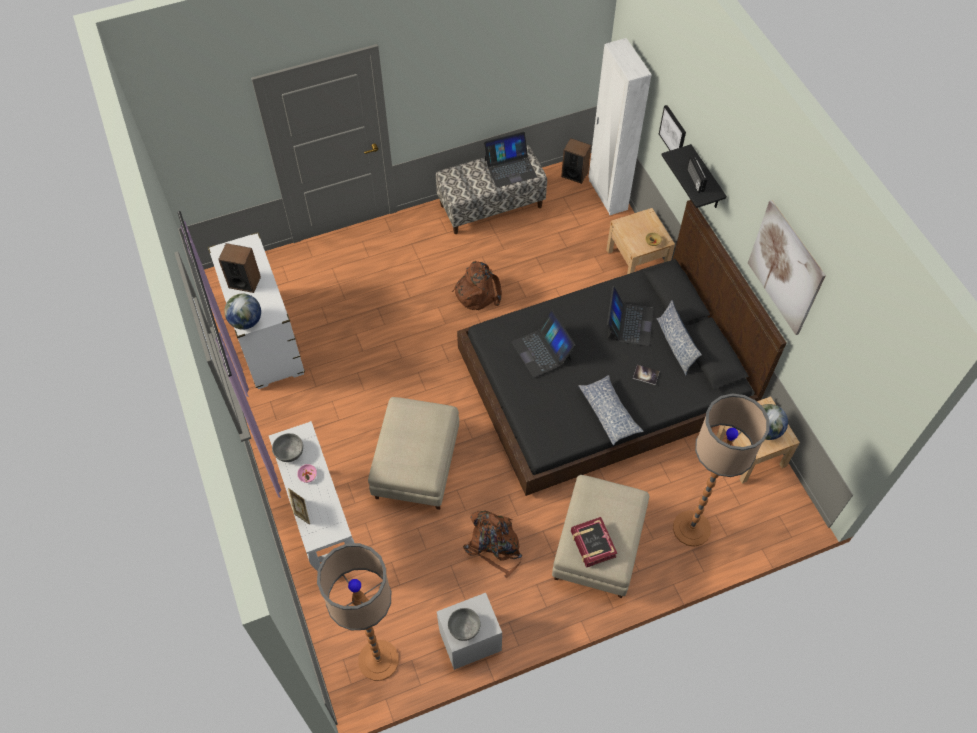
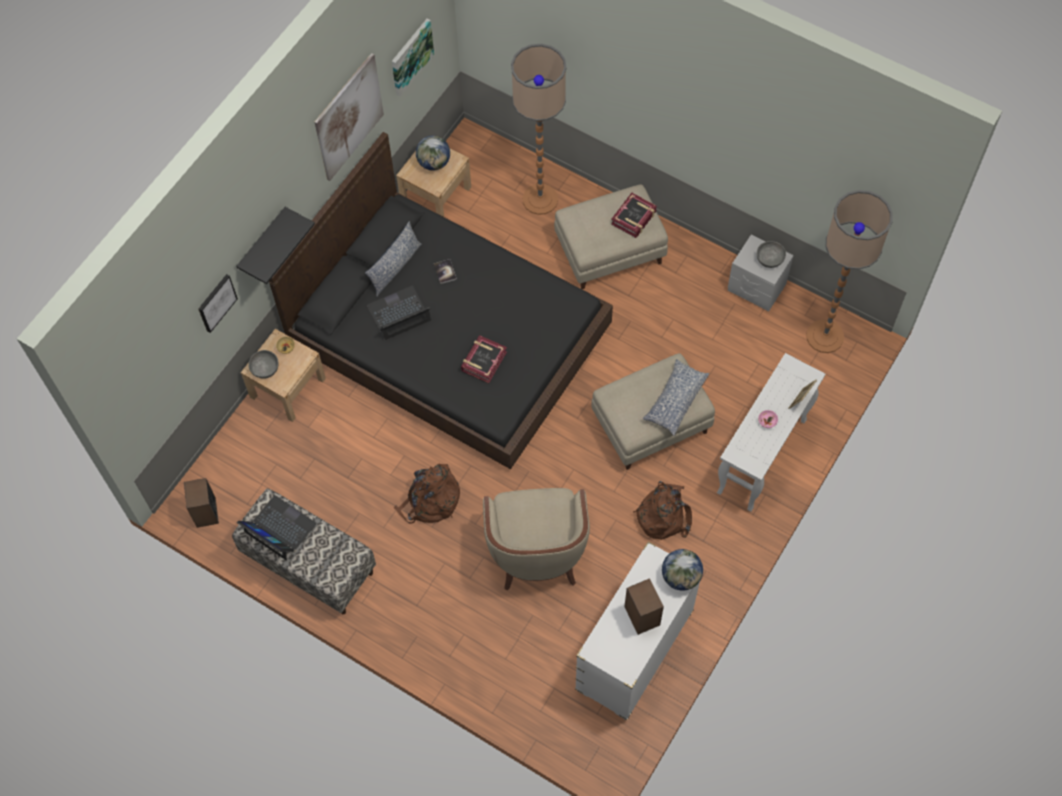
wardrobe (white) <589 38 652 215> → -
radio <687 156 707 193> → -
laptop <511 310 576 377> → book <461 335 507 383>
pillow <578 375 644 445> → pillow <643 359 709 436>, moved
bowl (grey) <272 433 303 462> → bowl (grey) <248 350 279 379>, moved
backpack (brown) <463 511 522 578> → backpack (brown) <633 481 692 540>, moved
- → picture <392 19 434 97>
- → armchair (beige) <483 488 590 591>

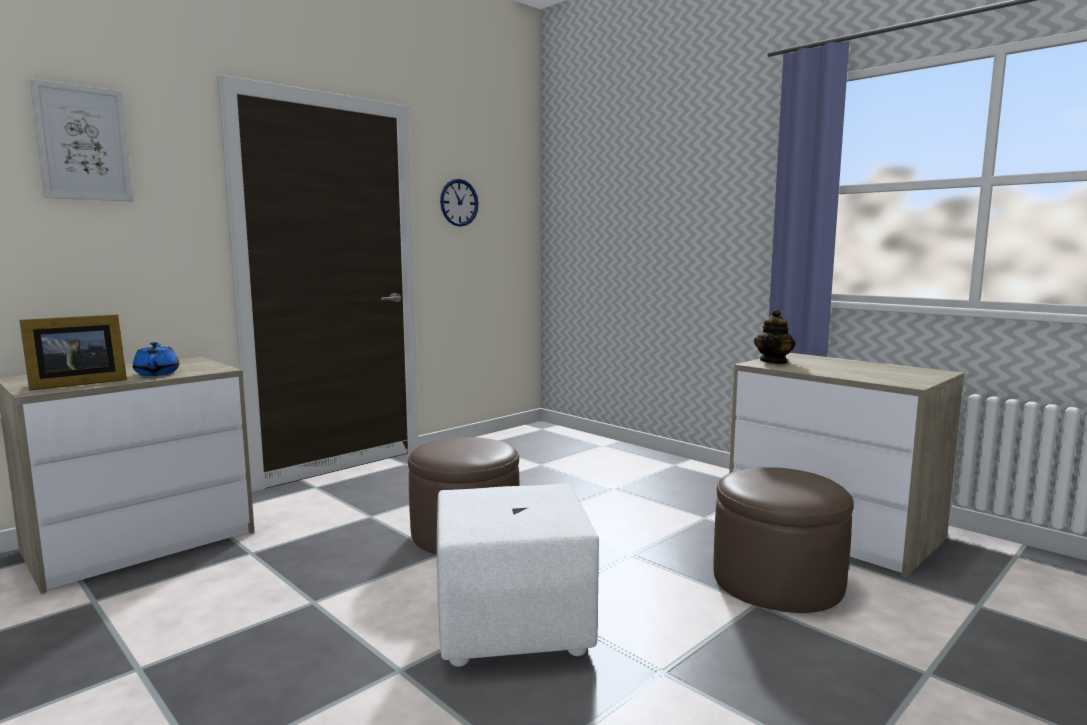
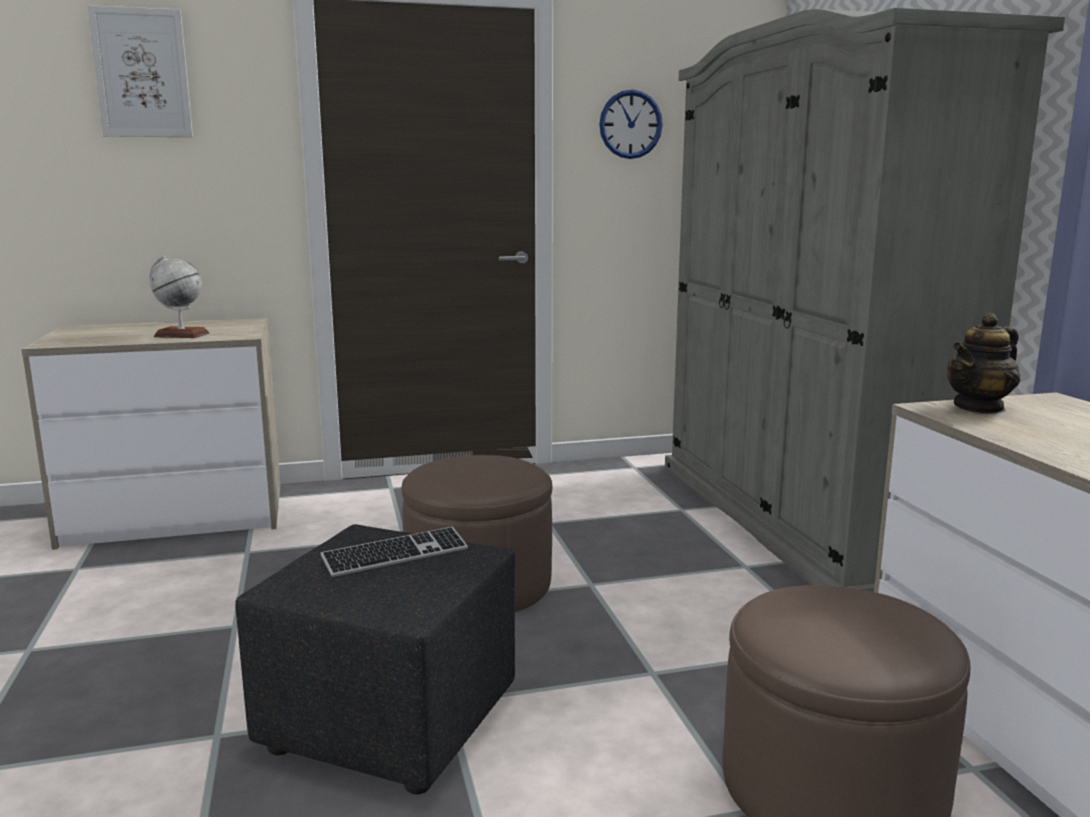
picture frame <19 314 127 391> → -
teapot (blue) <133 342 179 376> → globe <149 256 209 338>
ottoman (white) <437 483 599 667> → ottoman (black) <235 524 515 794>
- → wardrobe (grey) <665 8 1065 592>
- → keyboard <320 527 468 577>

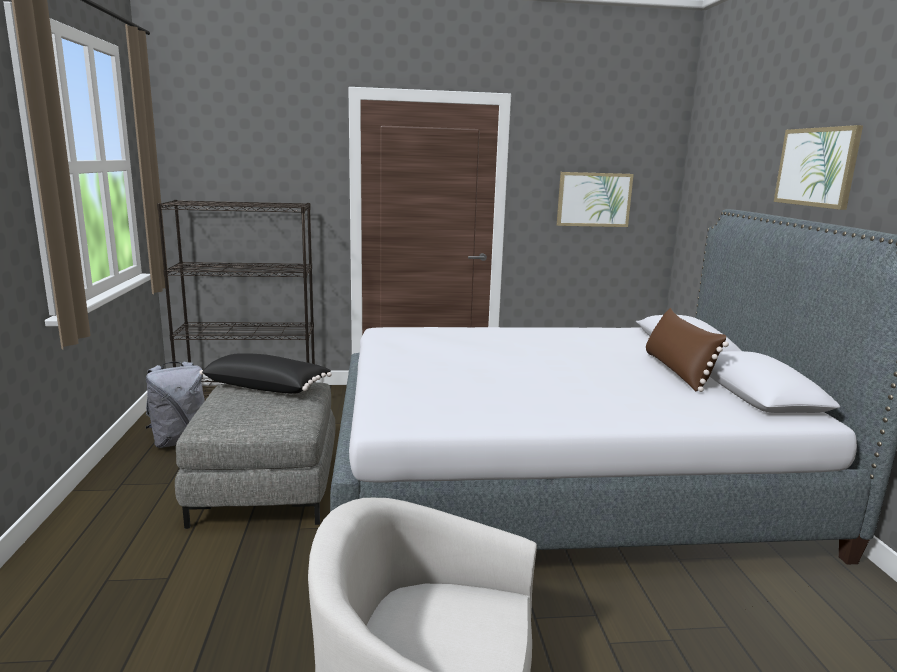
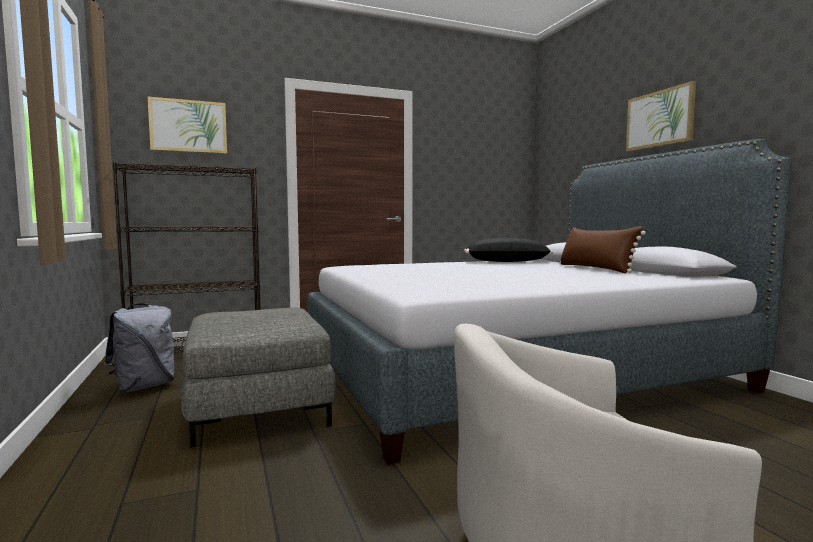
picture <557 172 634 227> → picture <148 97 227 154>, moved
pillow (black) <199 353 332 394> → pillow (black) <464 238 553 262>, moved

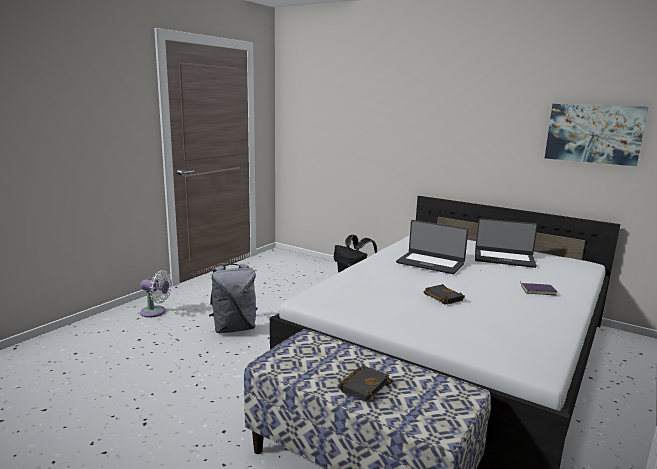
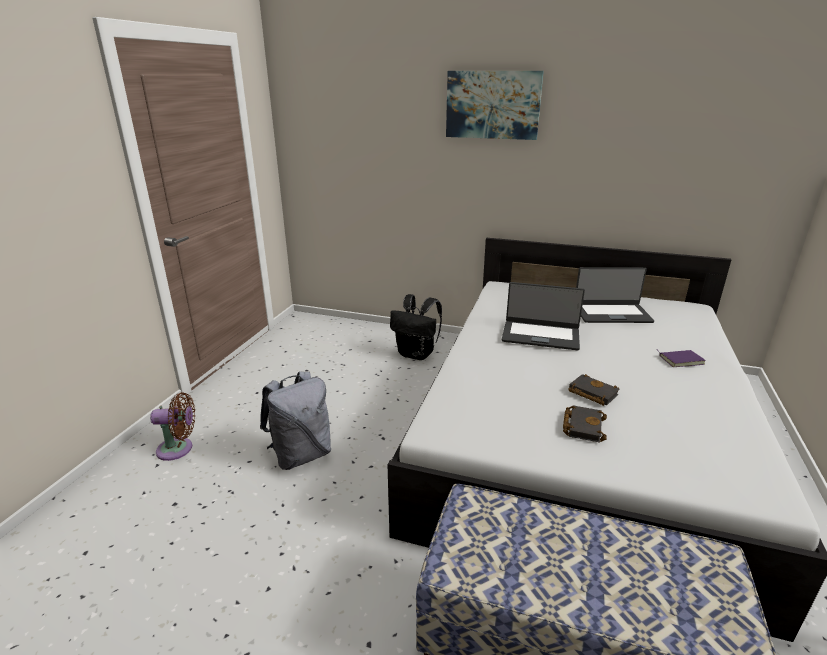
picture <545 104 649 166> → picture <446 71 544 140>, moved
fan (white) <140 270 172 318> → fan (brown) <150 392 195 461>
book (black) <338 366 393 402> → book (black) <563 405 607 443>, moved

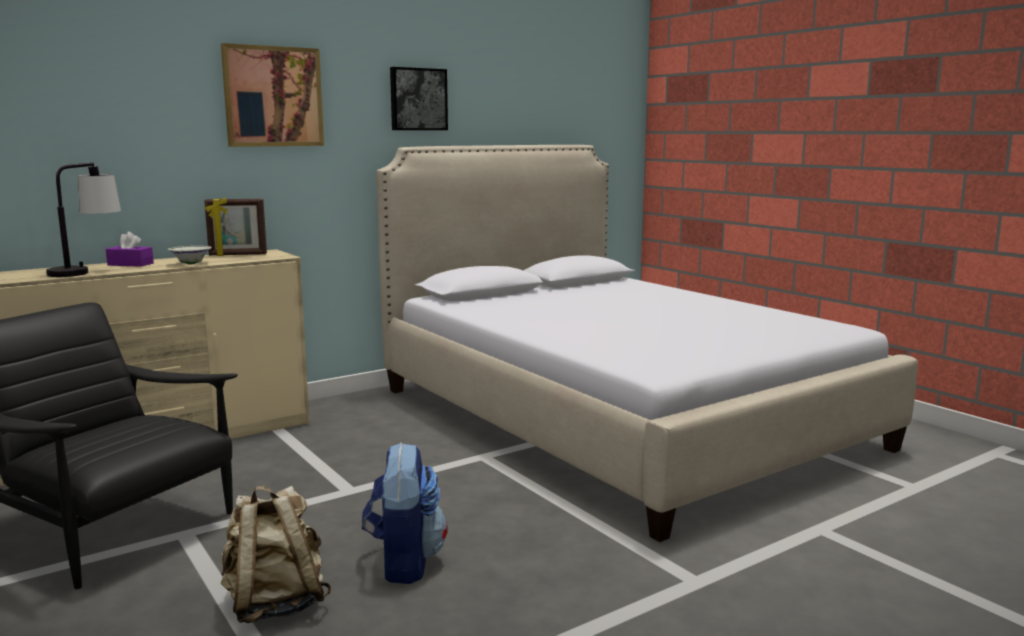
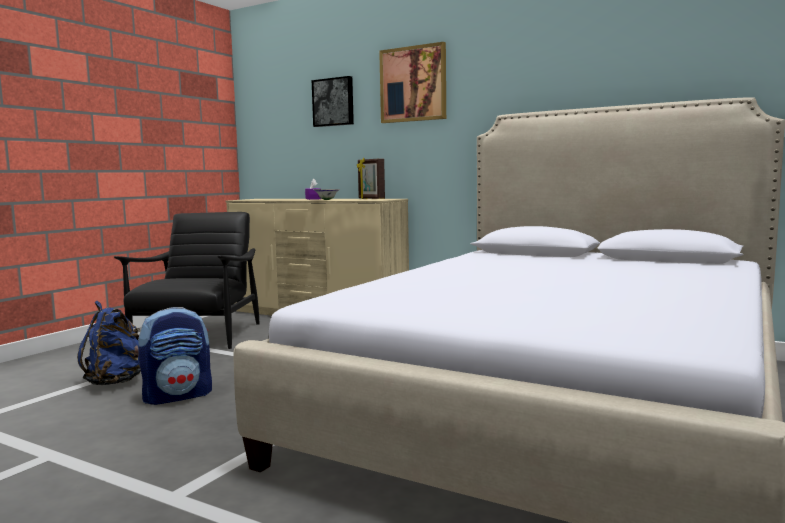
picture <390 67 448 130> → picture <312 76 354 127>, moved
table lamp <46 163 121 277> → -
backpack (beige) <221 486 332 623> → backpack (blue) <77 301 141 385>

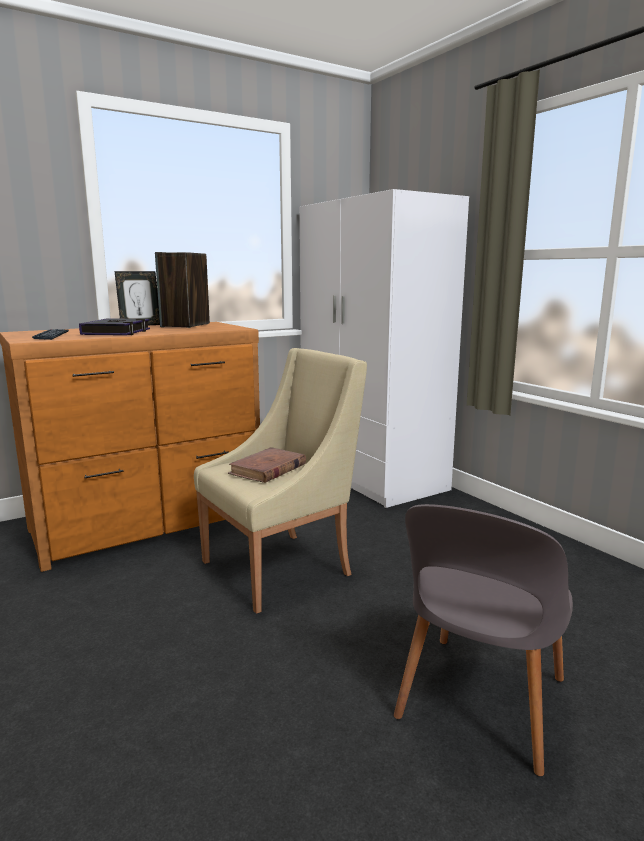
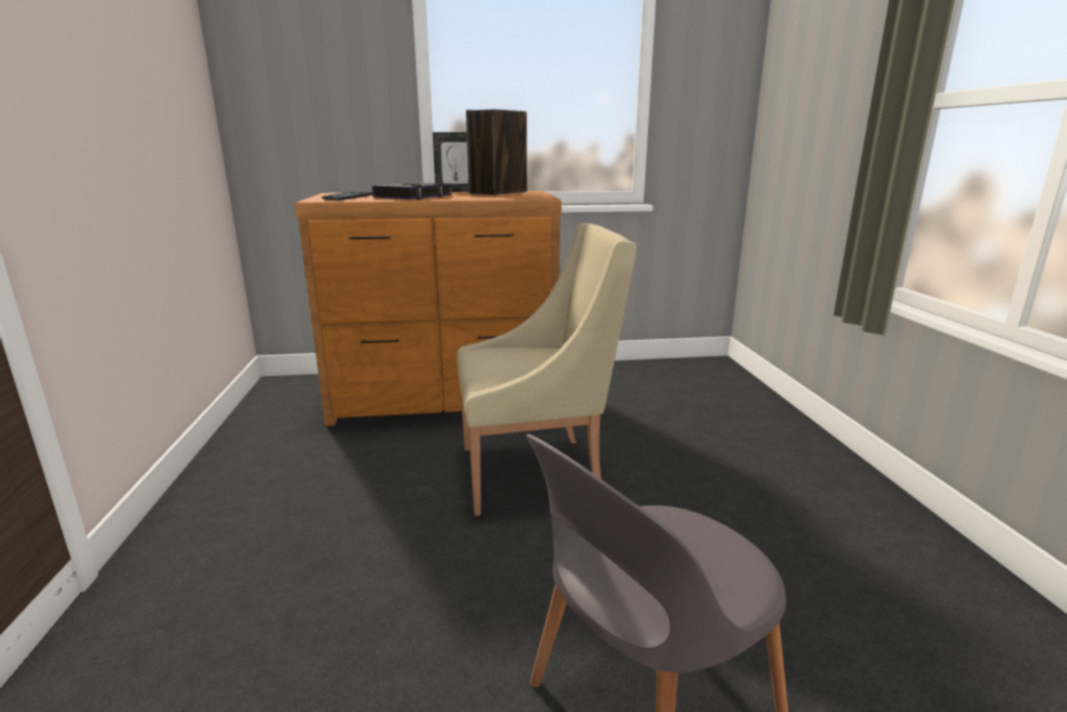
wardrobe (white) <299 189 469 508> → -
book (brown) <228 447 306 483> → -

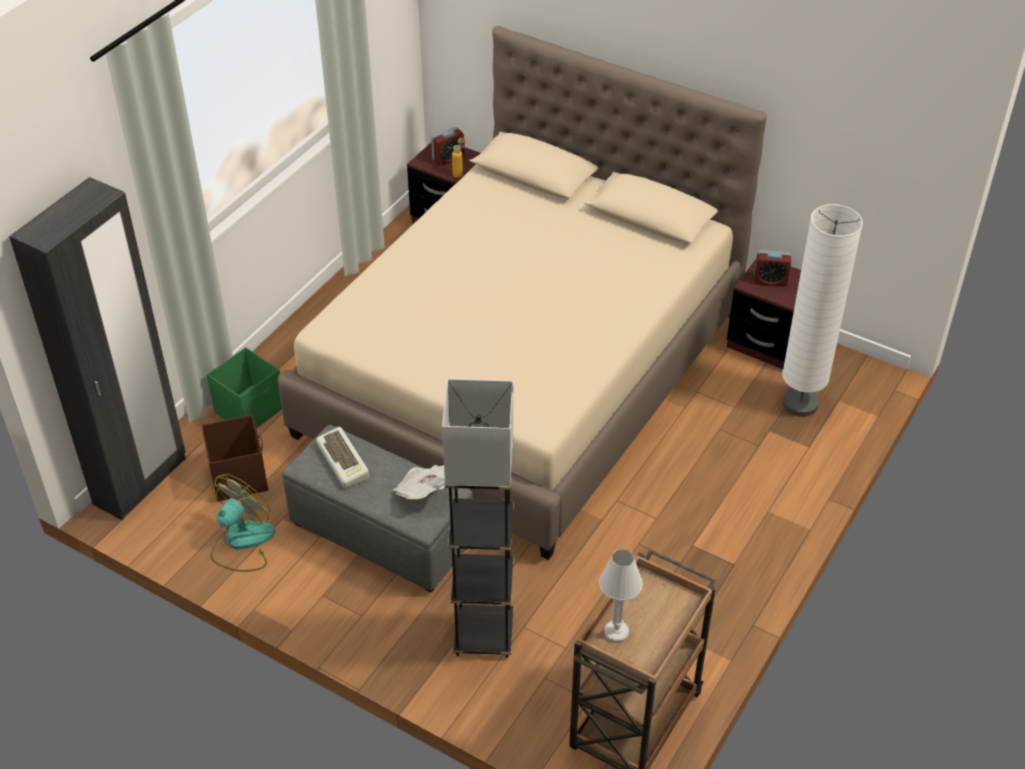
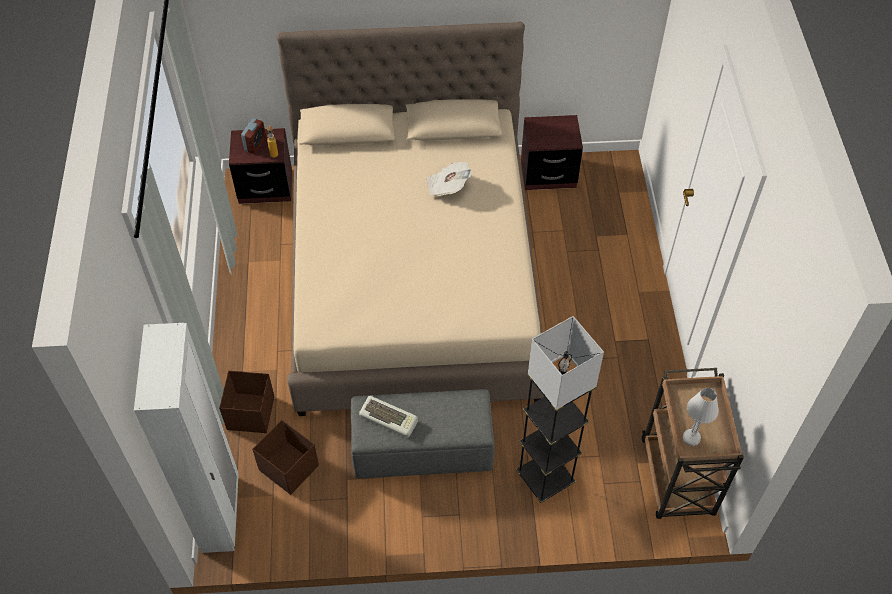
wardrobe (black) <9 177 186 520> → wardrobe (white) <134 323 239 553>
floor lamp (white) <782 204 863 417> → -
alarm clock <754 250 791 286> → -
storage box (green) <207 347 282 428> → storage box (brown) <219 371 275 433>
newspaper <392 465 445 500> → newspaper <426 162 472 196>, moved
fan <211 474 275 572> → -

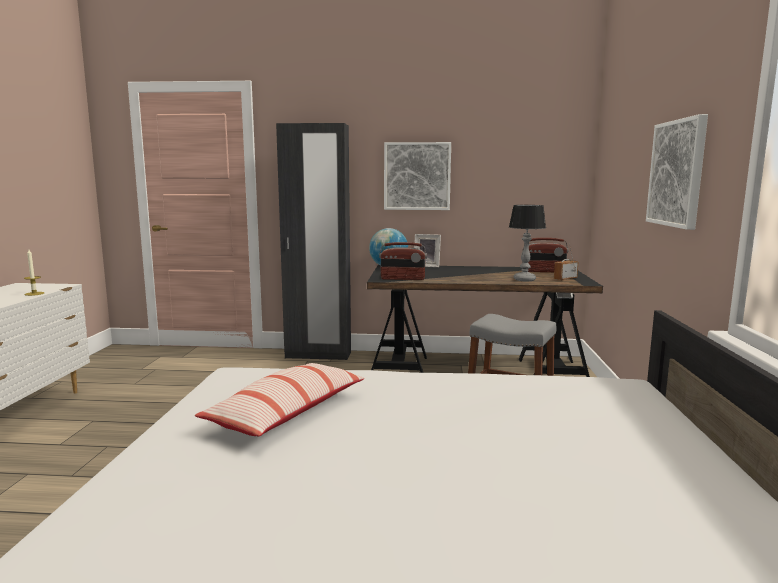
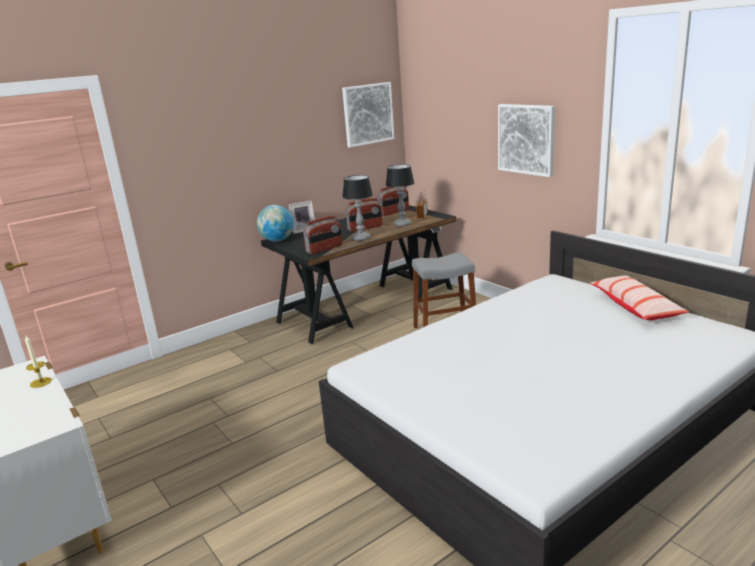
wardrobe (black) <276 123 351 360> → -
picture <384 142 451 210> → picture <342 82 394 148>, moved
pillow <195 363 364 436> → pillow <590 275 689 320>, moved
- → table lamp <342 175 373 241>
- → radio <345 198 383 232>

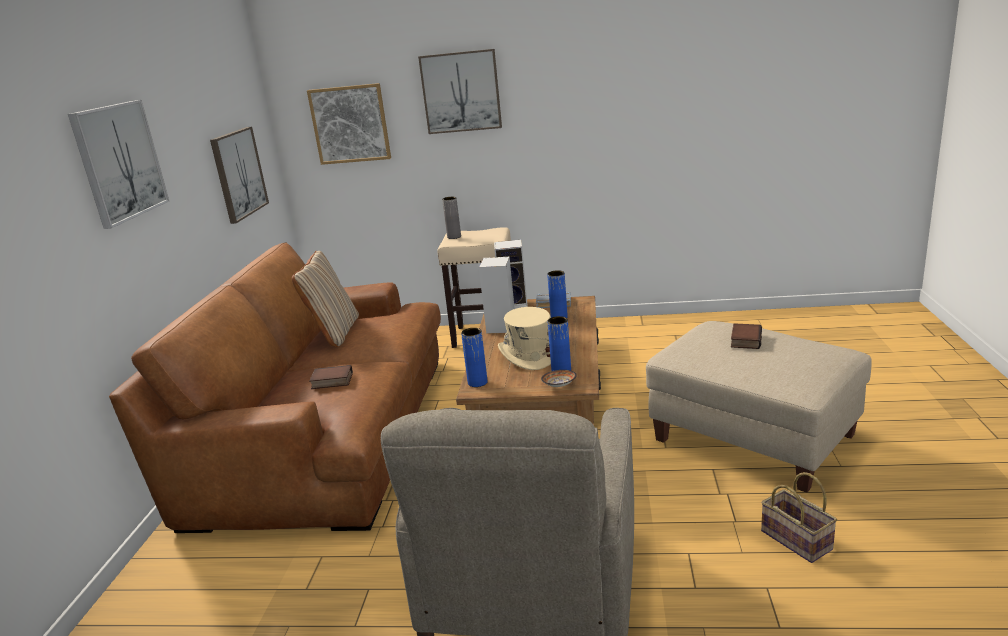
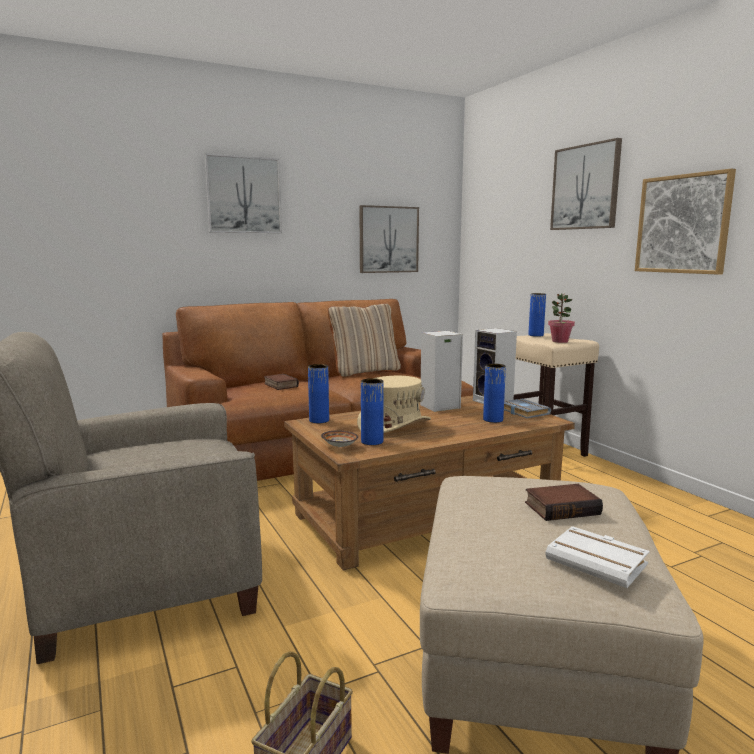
picture <307 83 391 165> → picture <635 168 736 275>, moved
vase (grey) <442 197 461 239> → vase (blue) <528 293 546 337>
- → potted plant <548 293 575 343>
- → book (white) <545 526 650 588>

